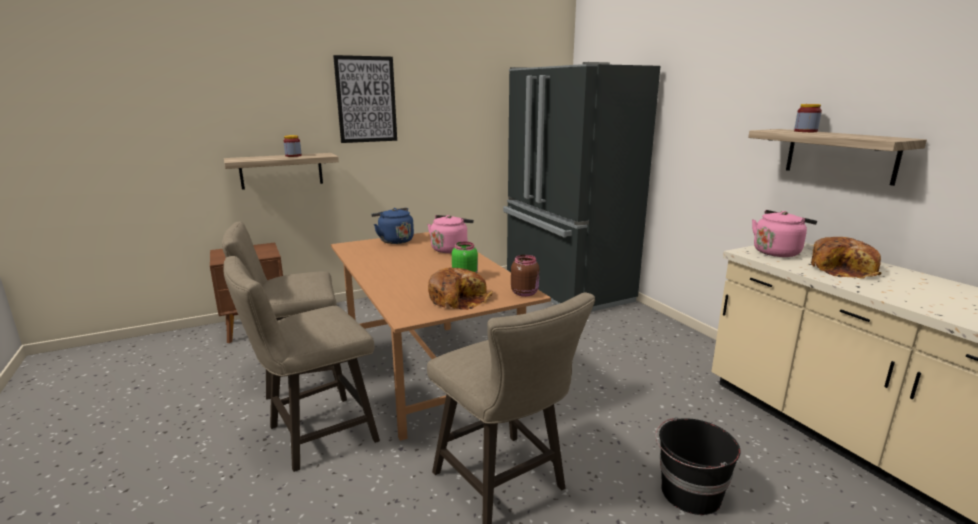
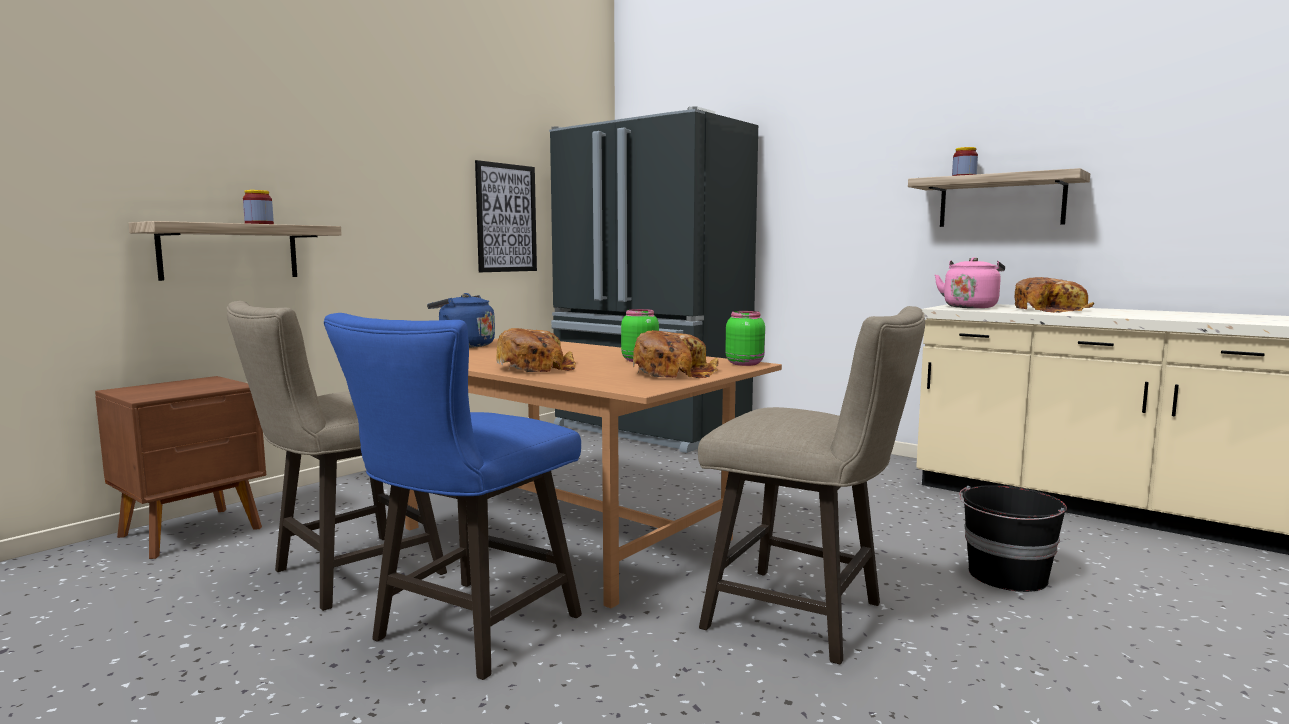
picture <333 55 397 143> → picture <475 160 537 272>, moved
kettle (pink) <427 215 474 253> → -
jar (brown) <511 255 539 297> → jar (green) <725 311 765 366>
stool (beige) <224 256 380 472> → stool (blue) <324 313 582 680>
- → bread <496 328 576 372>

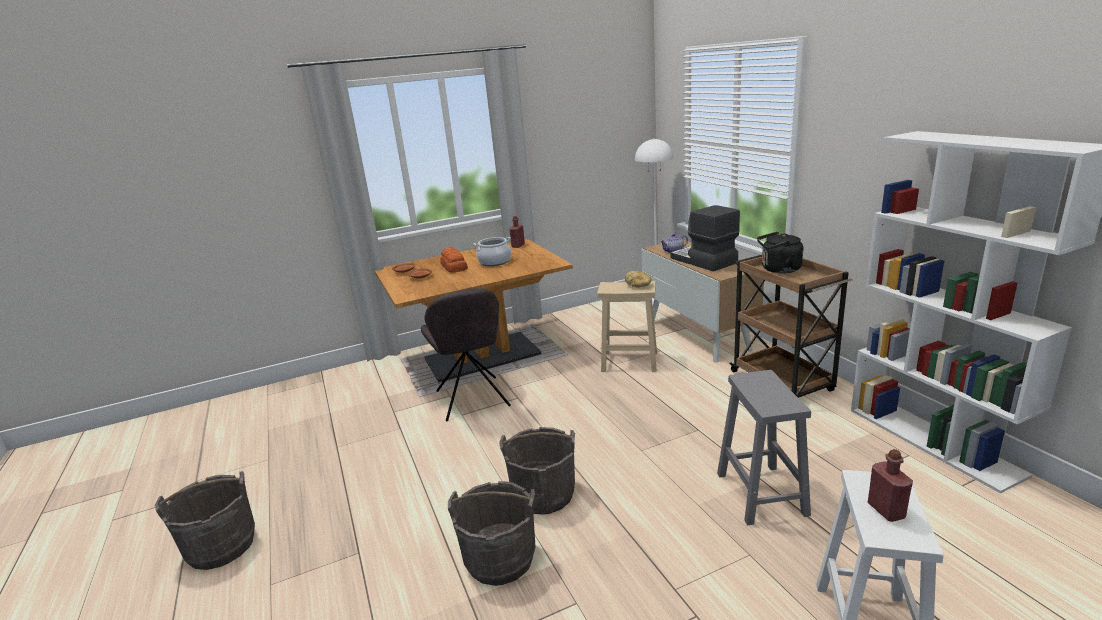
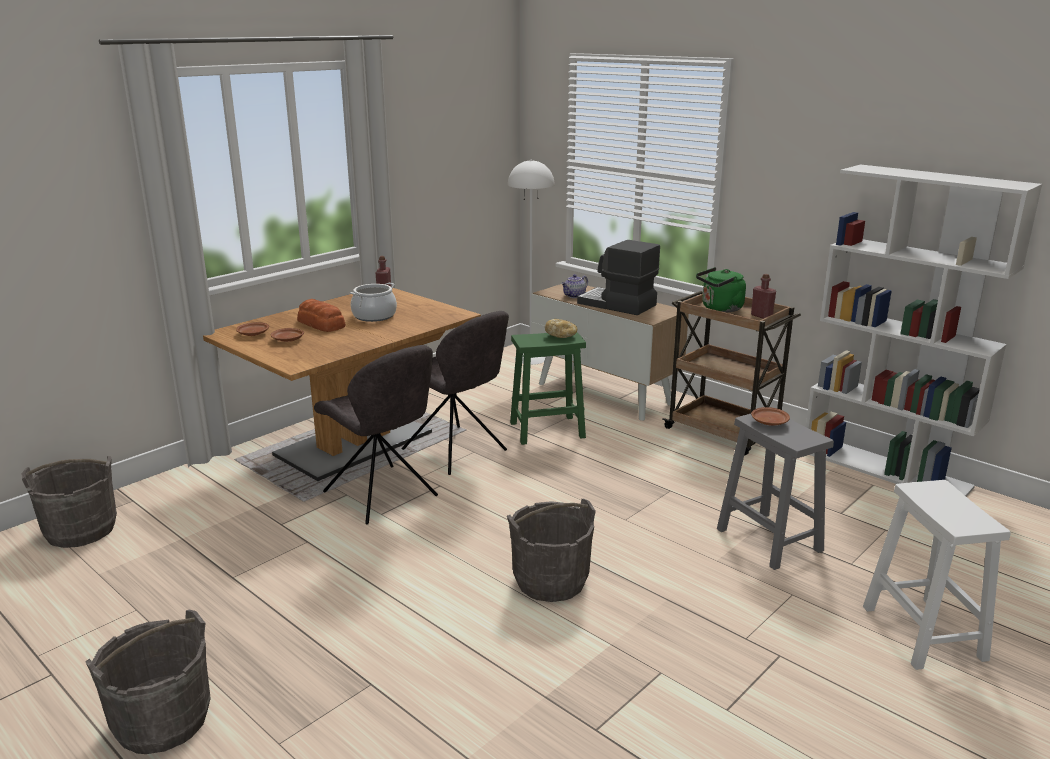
kettle (black) <757 231 803 273> → kettle (green) <696 267 746 312>
stool (beige) <597 281 657 372> → stool (green) <510 332 586 445>
bottle (red) <867 449 913 522> → bottle (red) <751 274 776 319>, moved
bucket (grey) <448 481 536 586> → bucket (grey) <21 456 117 548>, moved
- → chair (grey) <402 311 509 475>
- → plate (brown) <751 407 790 425>

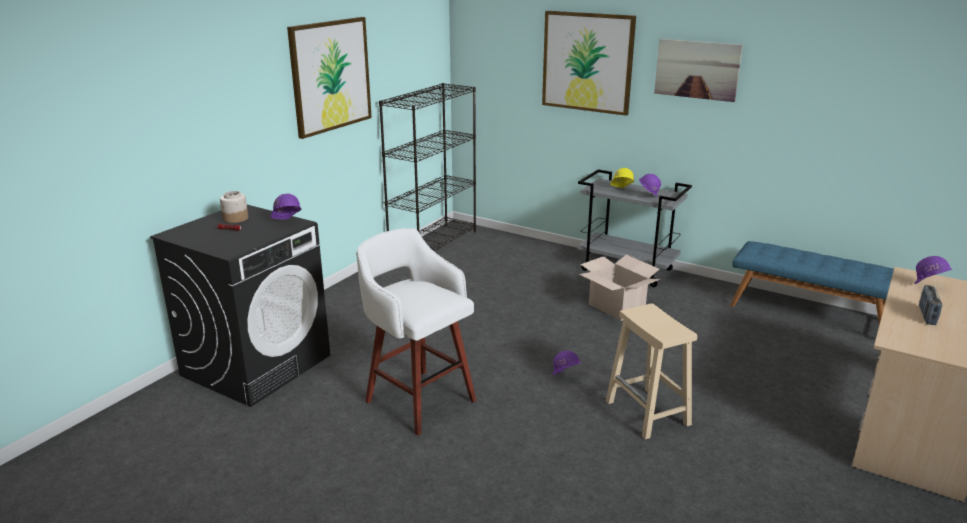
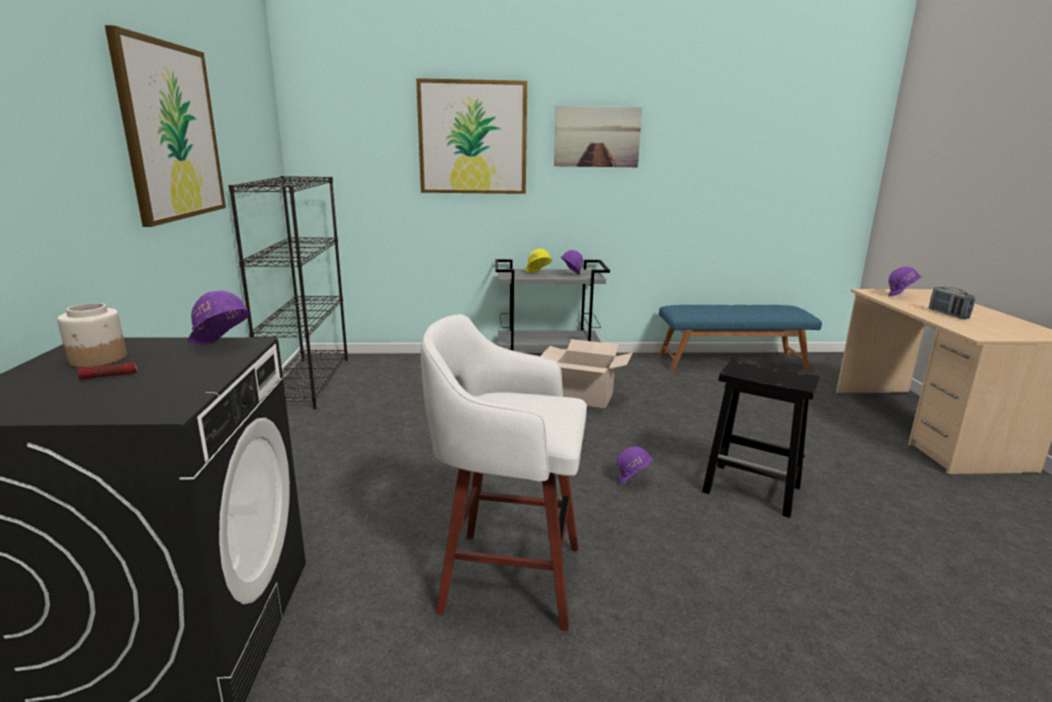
stool (beige) <606 304 697 439> → stool (black) <702 360 820 518>

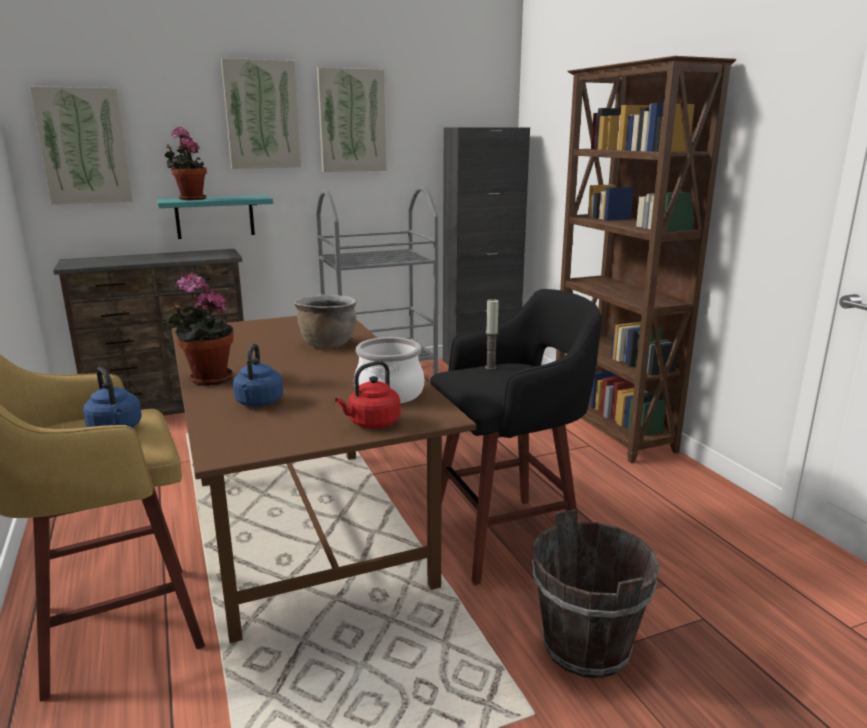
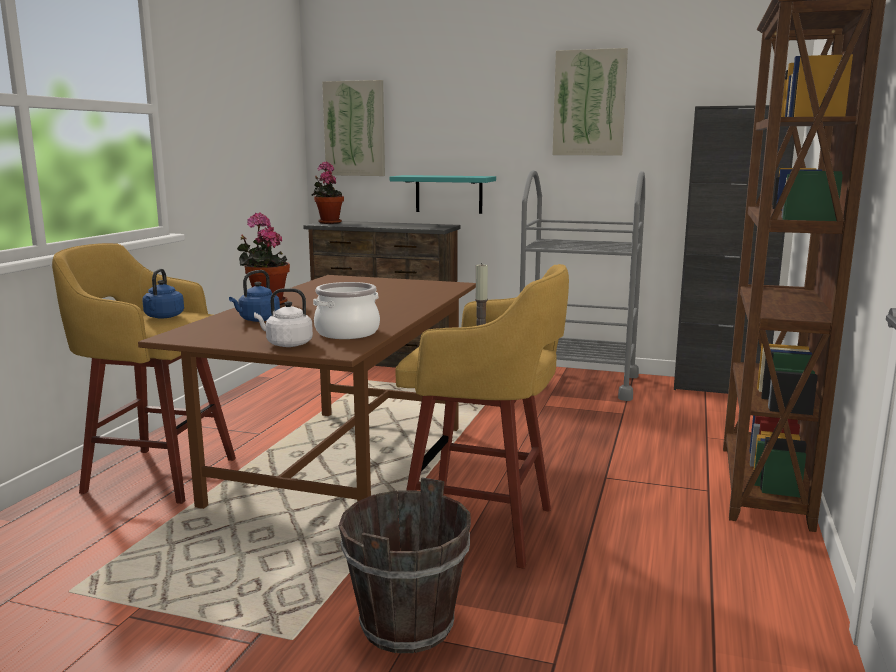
picture <221 58 301 169> → -
potted plant <164 127 207 200> → potted plant <311 161 344 224>, moved
stool (black) <430 289 601 585> → stool (yellow) <395 264 569 569>
cooking pot (brown) <294 294 357 348> → -
kettle (red) <335 361 400 429> → kettle (white) <254 288 313 347>

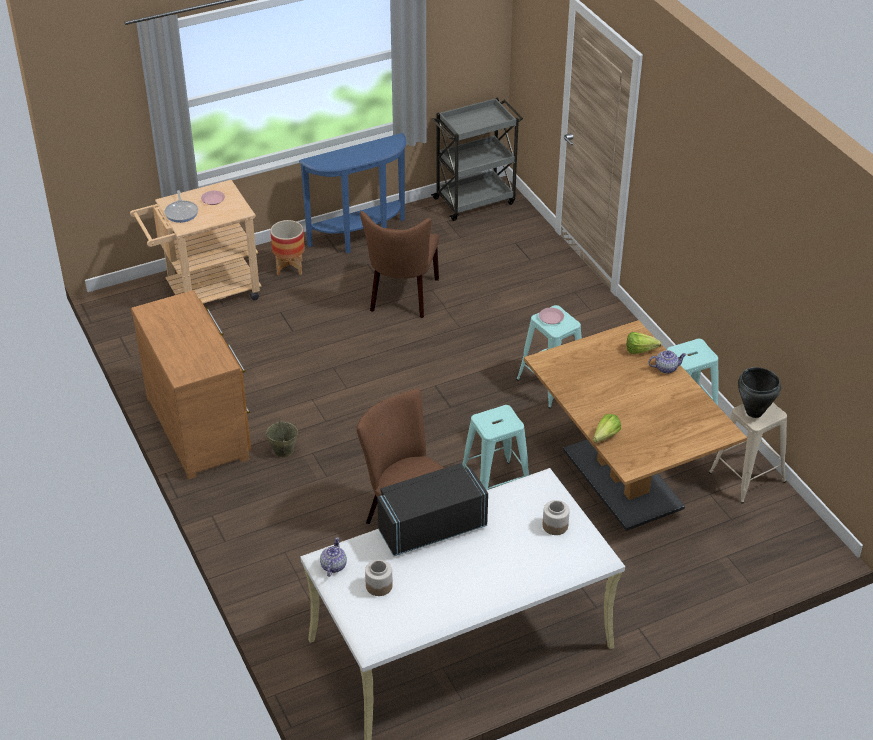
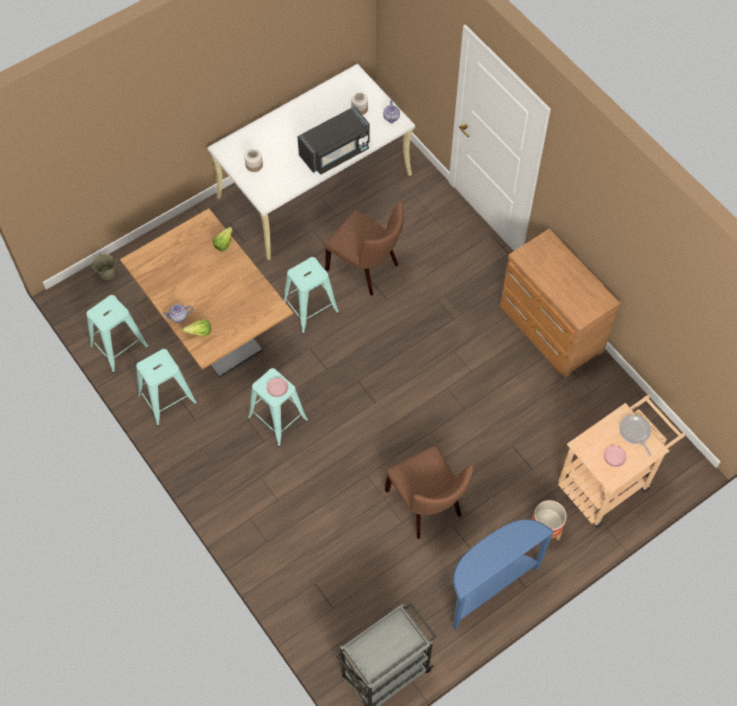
chair (brown) <360 211 439 318> → chair (brown) <385 445 474 539>, 150 degrees clockwise
cooking pot (black) <738 367 781 418> → -
stool (beige) <709 403 787 504> → stool (turquoise) <86 295 149 373>
bucket (beige) <266 417 298 457> → bucket (beige) <92 253 116 280>, moved

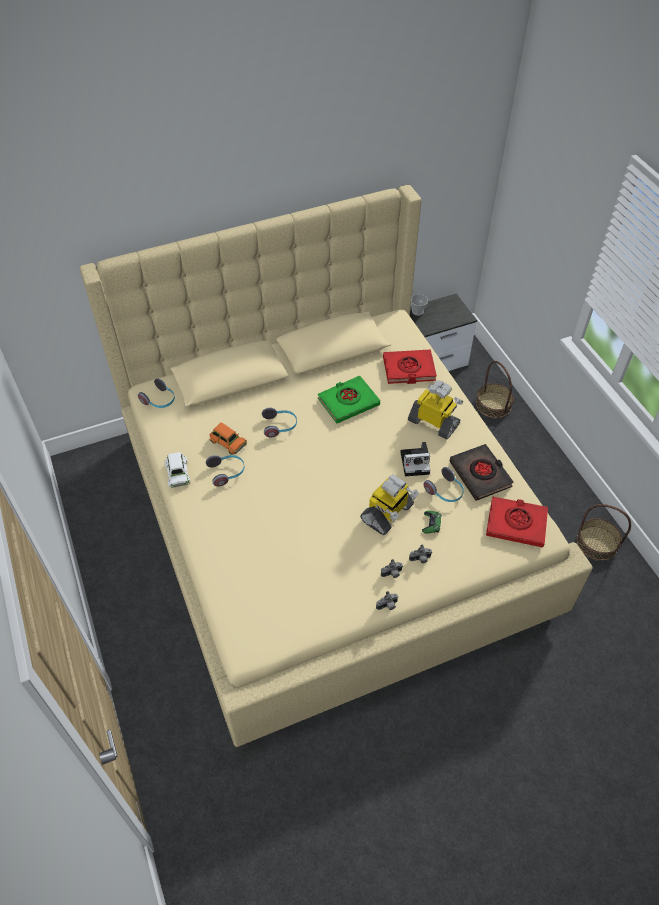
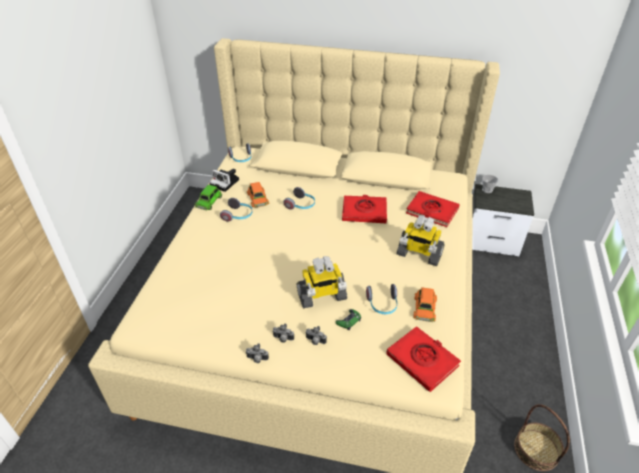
basket <476 361 514 418> → -
book (green) <318 376 380 423> → book (red) <342 195 387 223>
toy robot <408 380 463 440> → toy robot <397 215 444 266>, 135 degrees clockwise
photo camera <400 442 430 476> → photo camera <209 169 239 192>, moved
book (black) <449 444 514 501> → toy car (orange) <413 287 437 322>
toy car (white) <164 452 190 488> → toy car (green) <194 185 222 210>

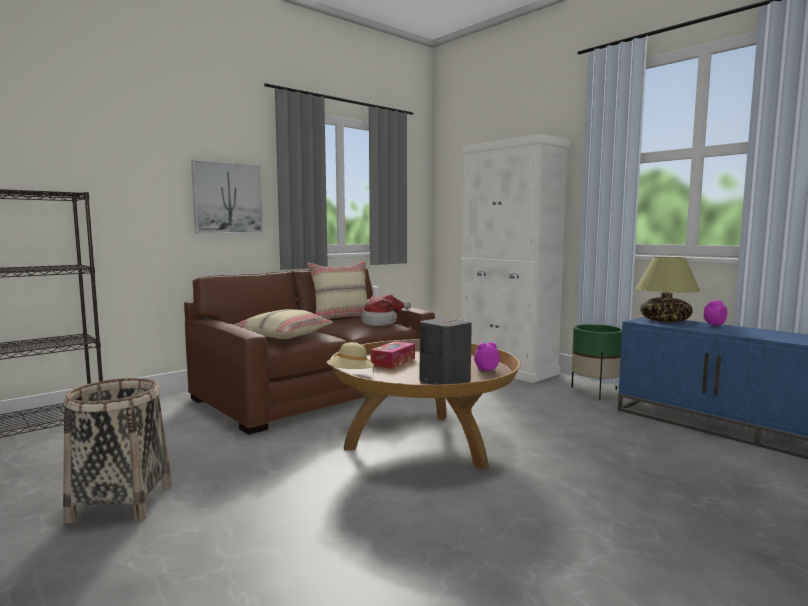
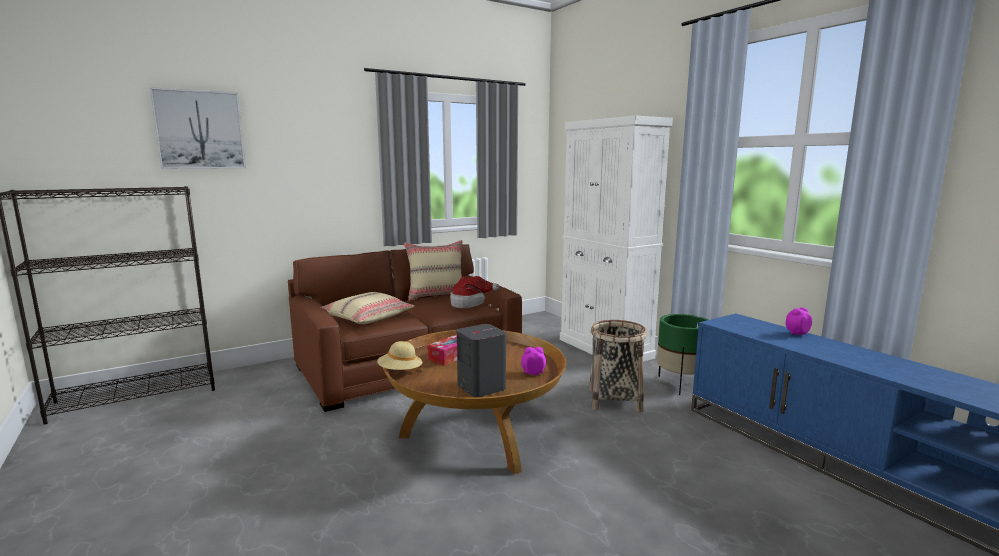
picture <191 159 263 234> → picture <150 87 246 169>, moved
table lamp <636 257 700 322> → -
basket <63 378 172 524> → basket <589 320 647 413>, moved

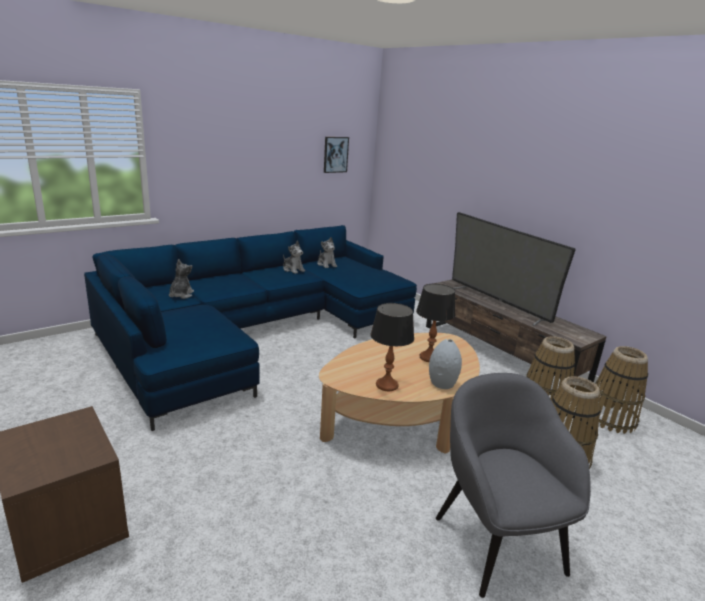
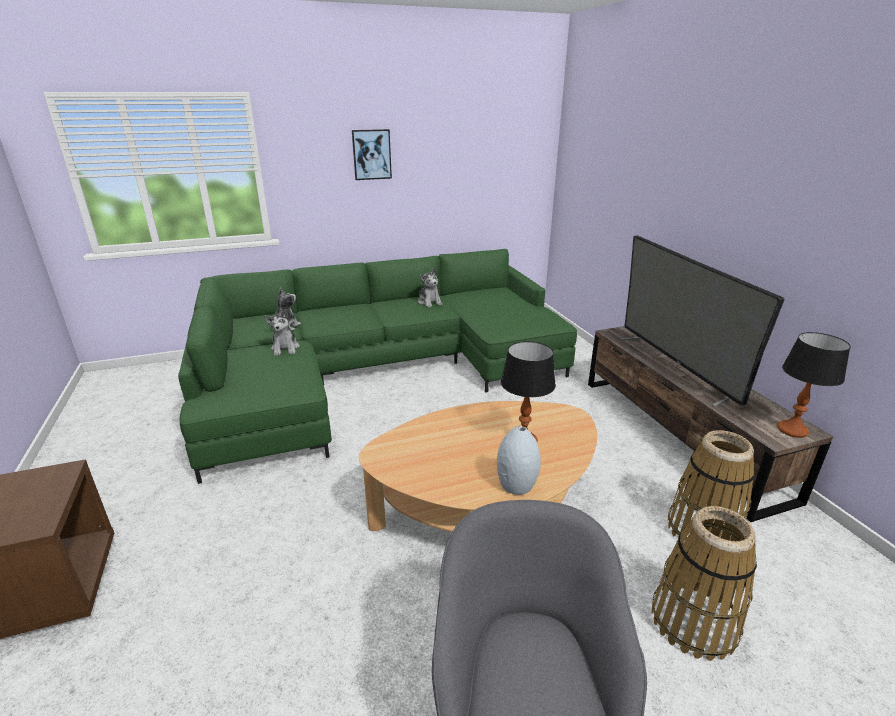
picture <324 137 349 173> → picture <352 129 392 180>, moved
sofa (blue) <84 225 417 431> → sofa (green) <178 249 577 484>
plush toy <317 237 337 268> → plush toy <265 309 300 356>, moved
table lamp <370 303 414 391> → table lamp <777 332 851 438>, moved
basket <594 346 648 434> → -

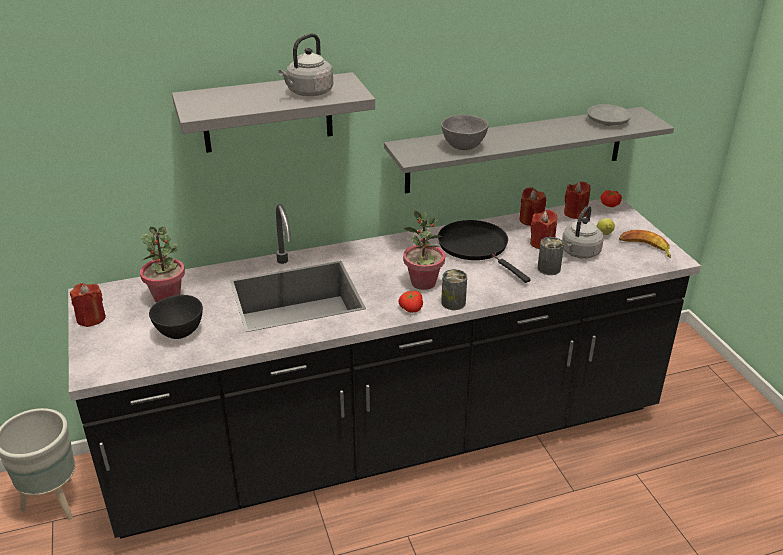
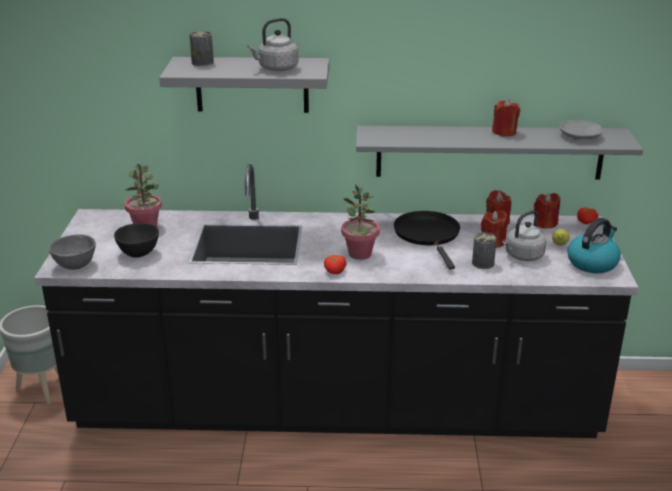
bowl (grey) <441 115 489 150> → bowl (grey) <48 234 96 270>, moved
banana <619 230 671 258> → kettle <567 218 621 273>
can <441 269 467 310> → can <189 31 214 66>, moved
candle (red) <70 283 106 327> → candle (red) <492 99 520 137>, moved

